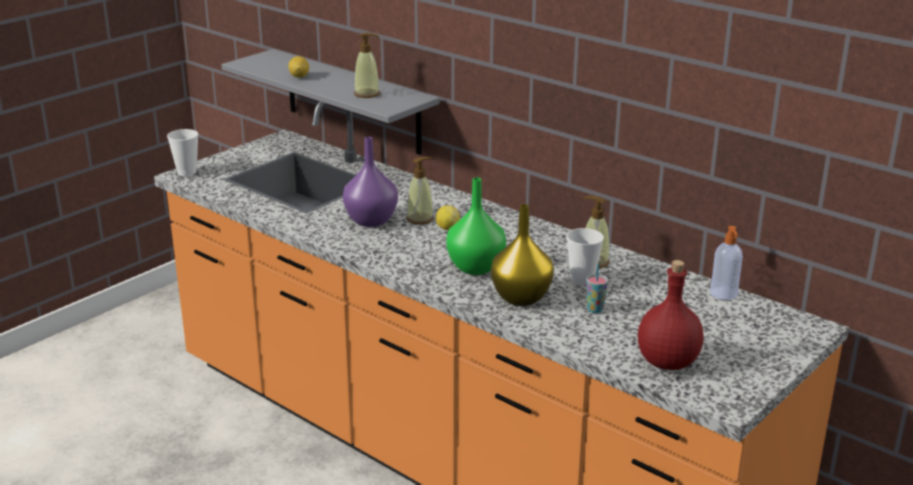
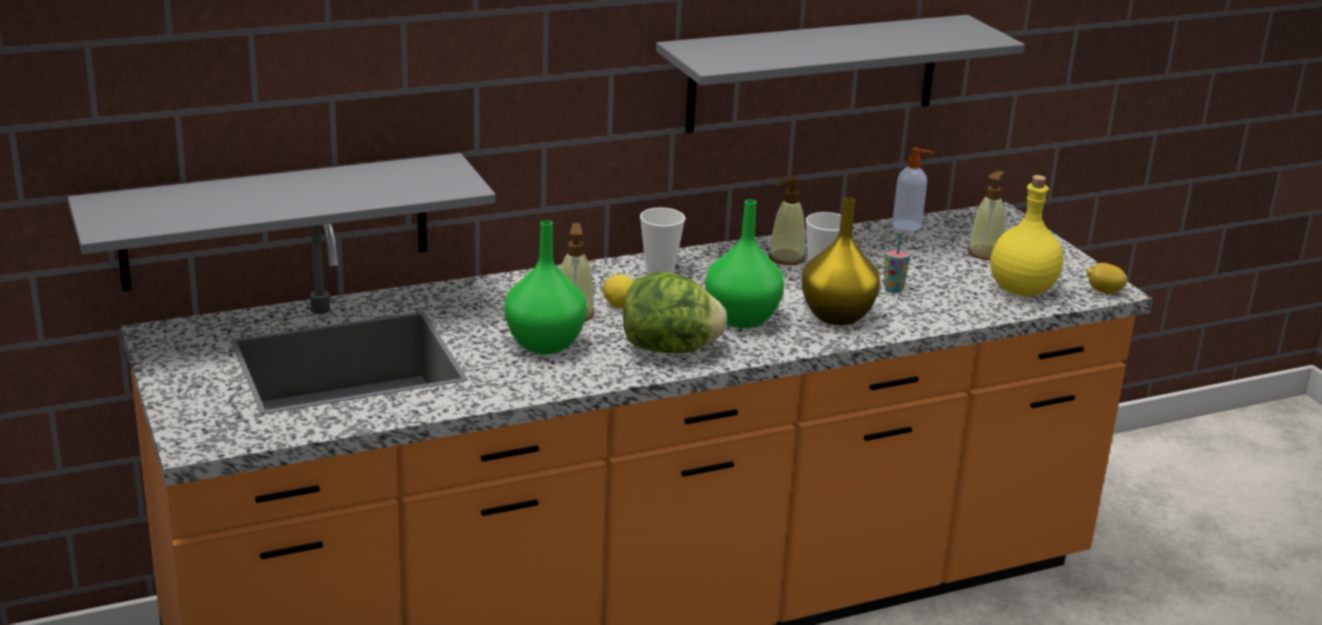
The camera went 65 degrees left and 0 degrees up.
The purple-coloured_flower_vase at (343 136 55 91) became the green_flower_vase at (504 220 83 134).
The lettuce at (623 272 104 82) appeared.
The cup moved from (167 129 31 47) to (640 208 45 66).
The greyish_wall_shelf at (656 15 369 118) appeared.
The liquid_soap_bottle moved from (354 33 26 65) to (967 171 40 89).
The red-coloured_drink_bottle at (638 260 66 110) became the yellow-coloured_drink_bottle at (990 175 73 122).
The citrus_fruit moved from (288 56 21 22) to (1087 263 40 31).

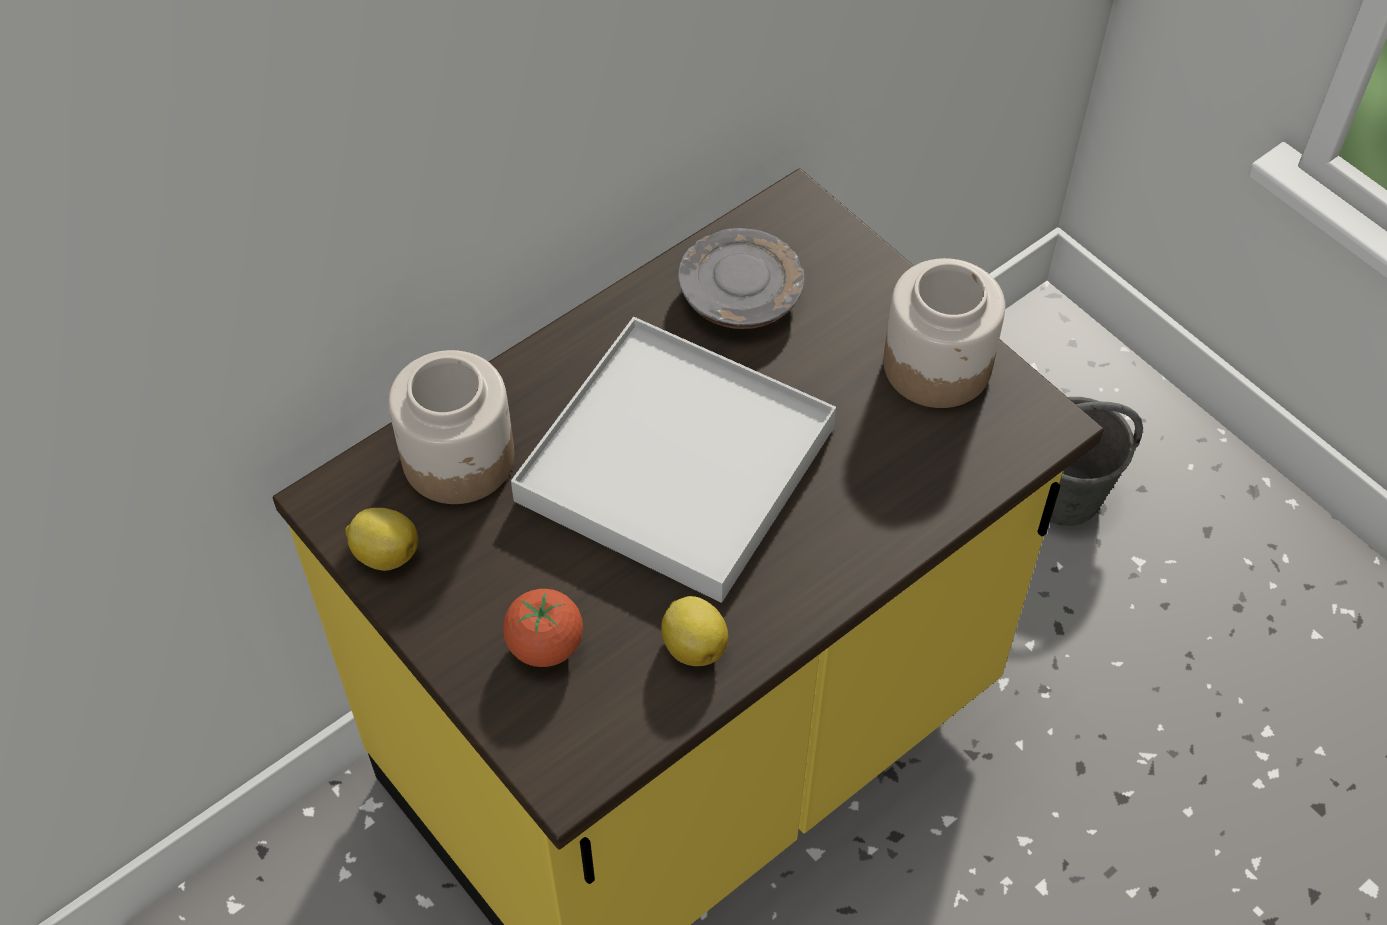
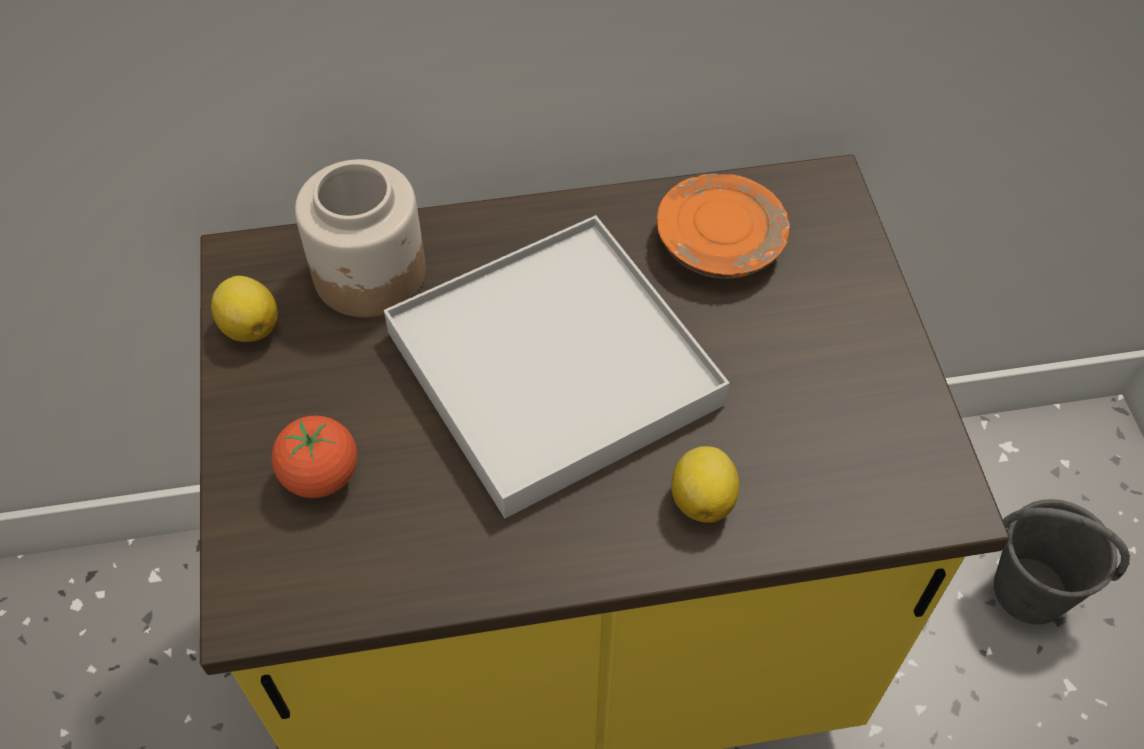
The camera went 30 degrees right and 0 degrees up.
The greyish_plate at (678 228 127 101) became the orangey_plate at (657 174 133 105).
The citrus_fruit moved from (661 596 67 70) to (671 446 68 77).
The jar at (883 258 122 150) disappeared.

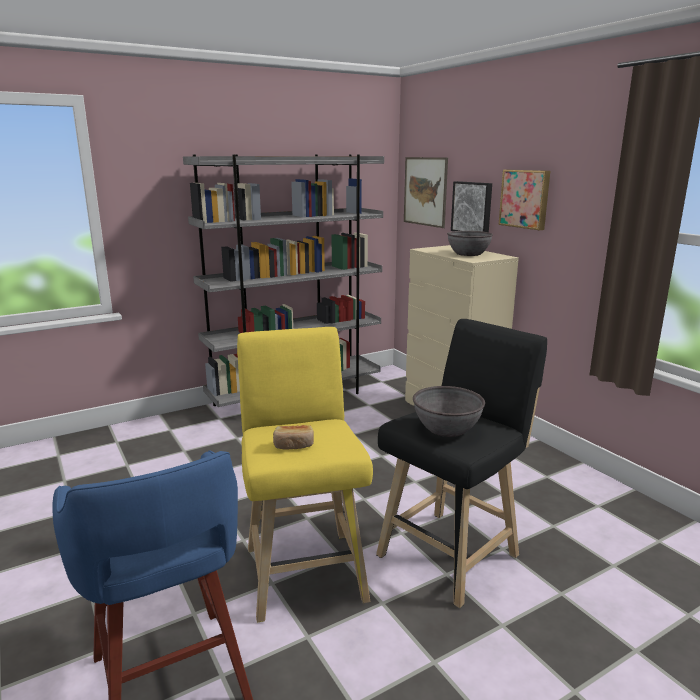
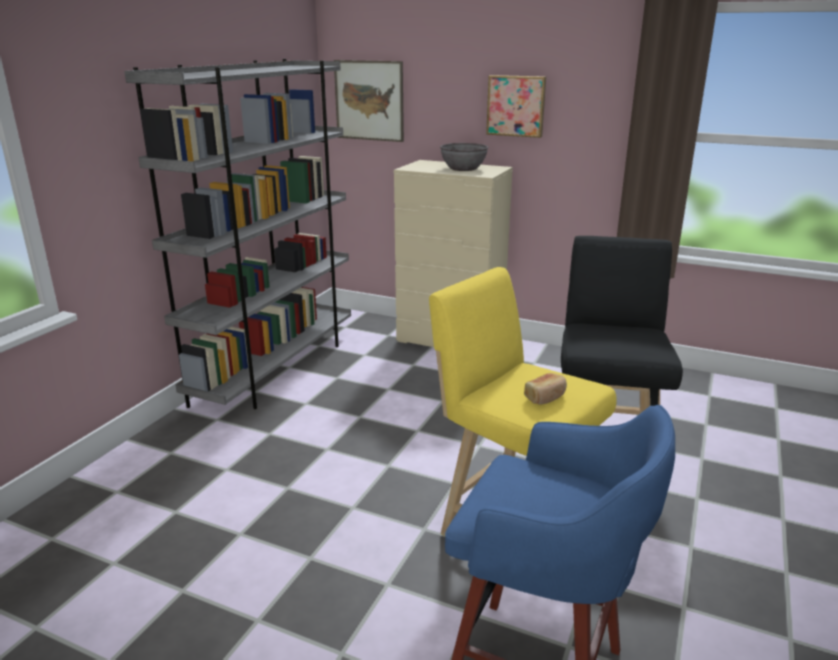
The camera went 35 degrees left and 5 degrees up.
The greyish_deep_dish at (413 386 72 51) disappeared.
The wall_art at (451 181 41 51) disappeared.

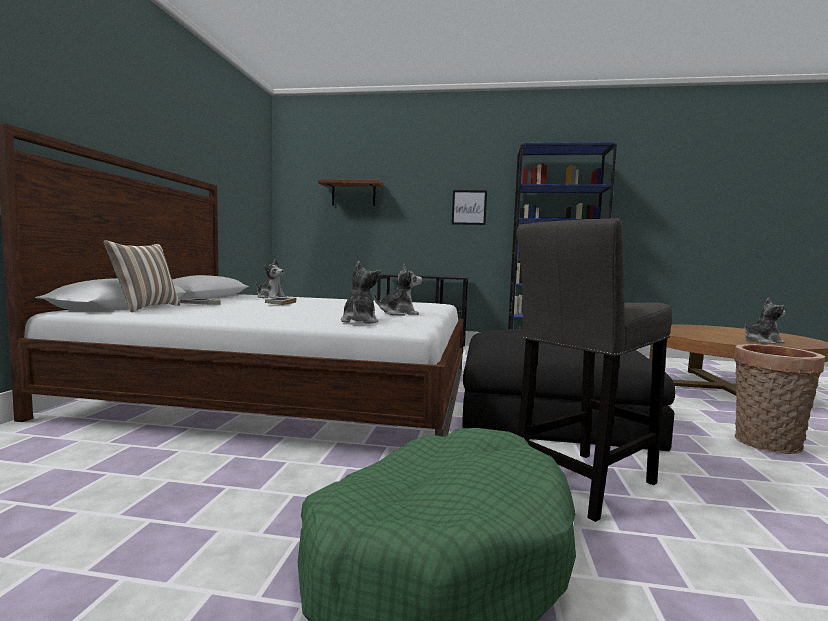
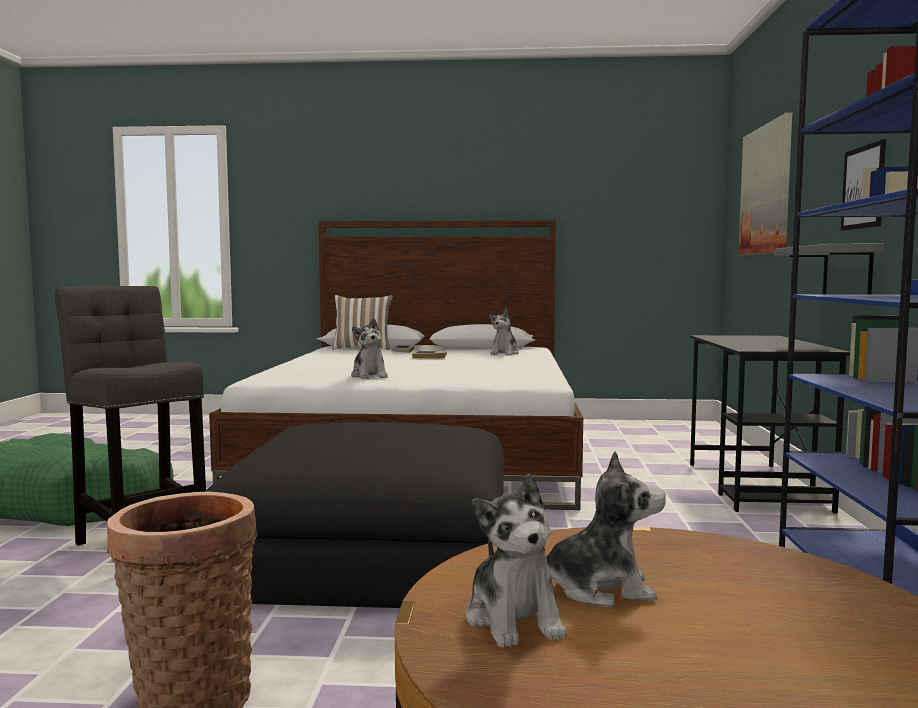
The camera went 85 degrees right and 0 degrees up.
The soft_toy moved from (341 261 40 63) to (546 451 120 156).
The brown_wall_shelf at (318 180 66 26) was replaced by the wall_art at (738 113 54 142).
The greyish_wall_shelf at (774 243 110 51) appeared.

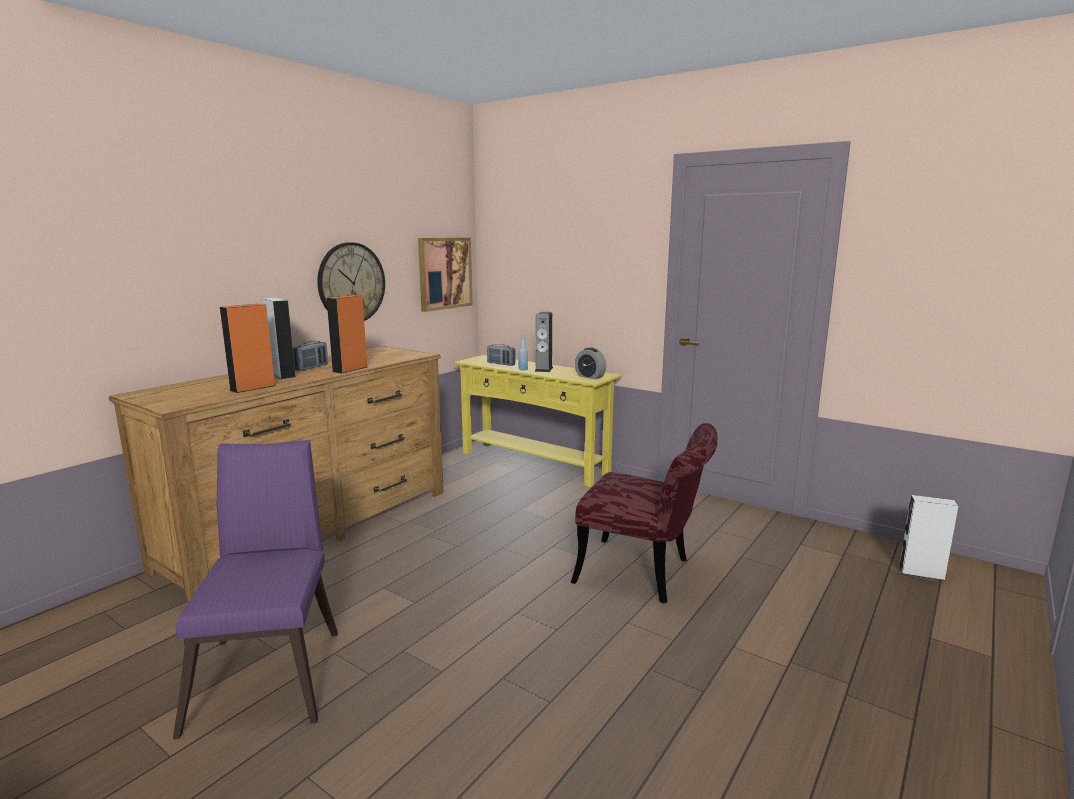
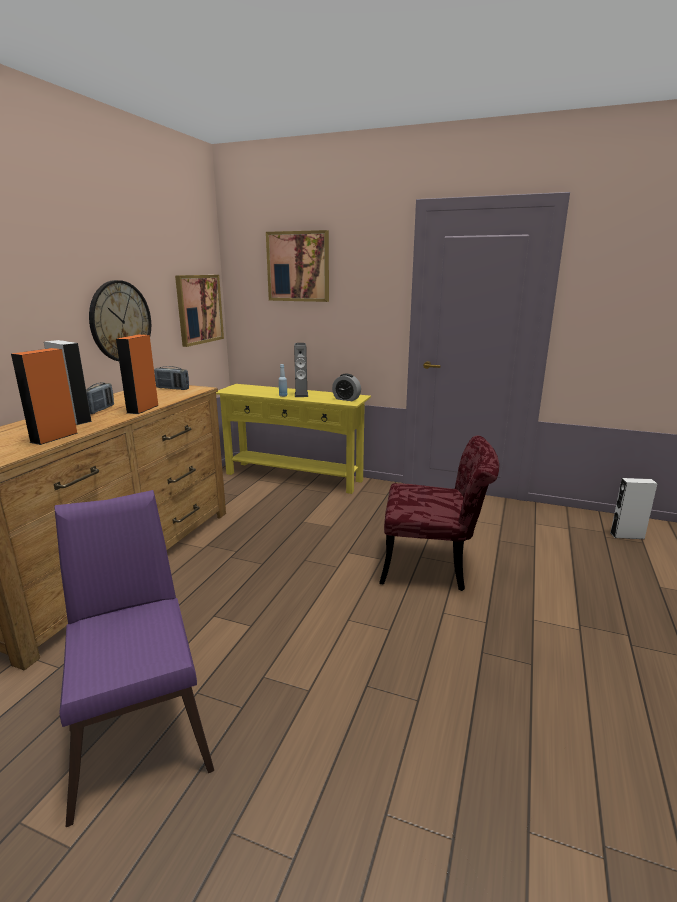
The camera went 15 degrees left and 5 degrees up.
The radio_set moved from (487 344 29 22) to (154 366 35 24).
The wall_art at (266 230 63 72) appeared.

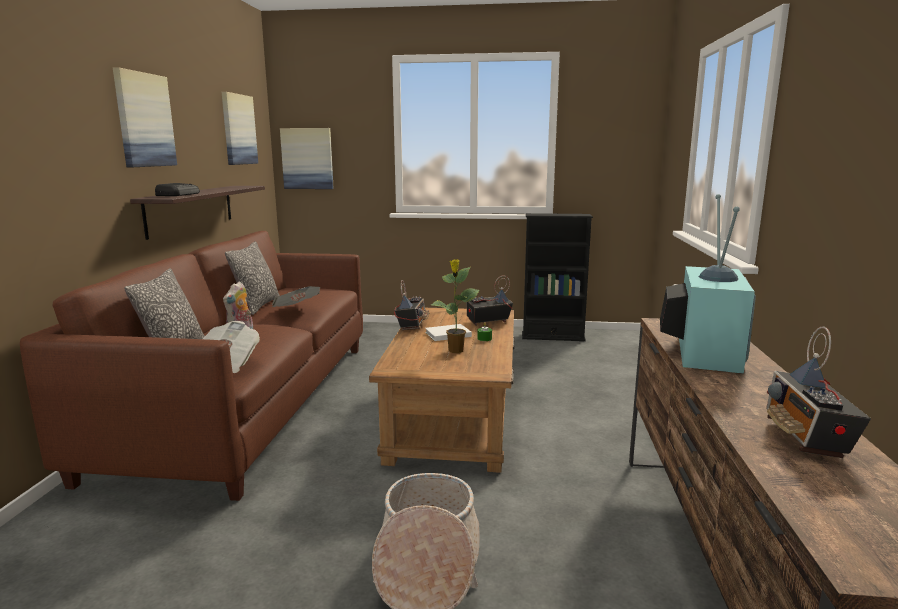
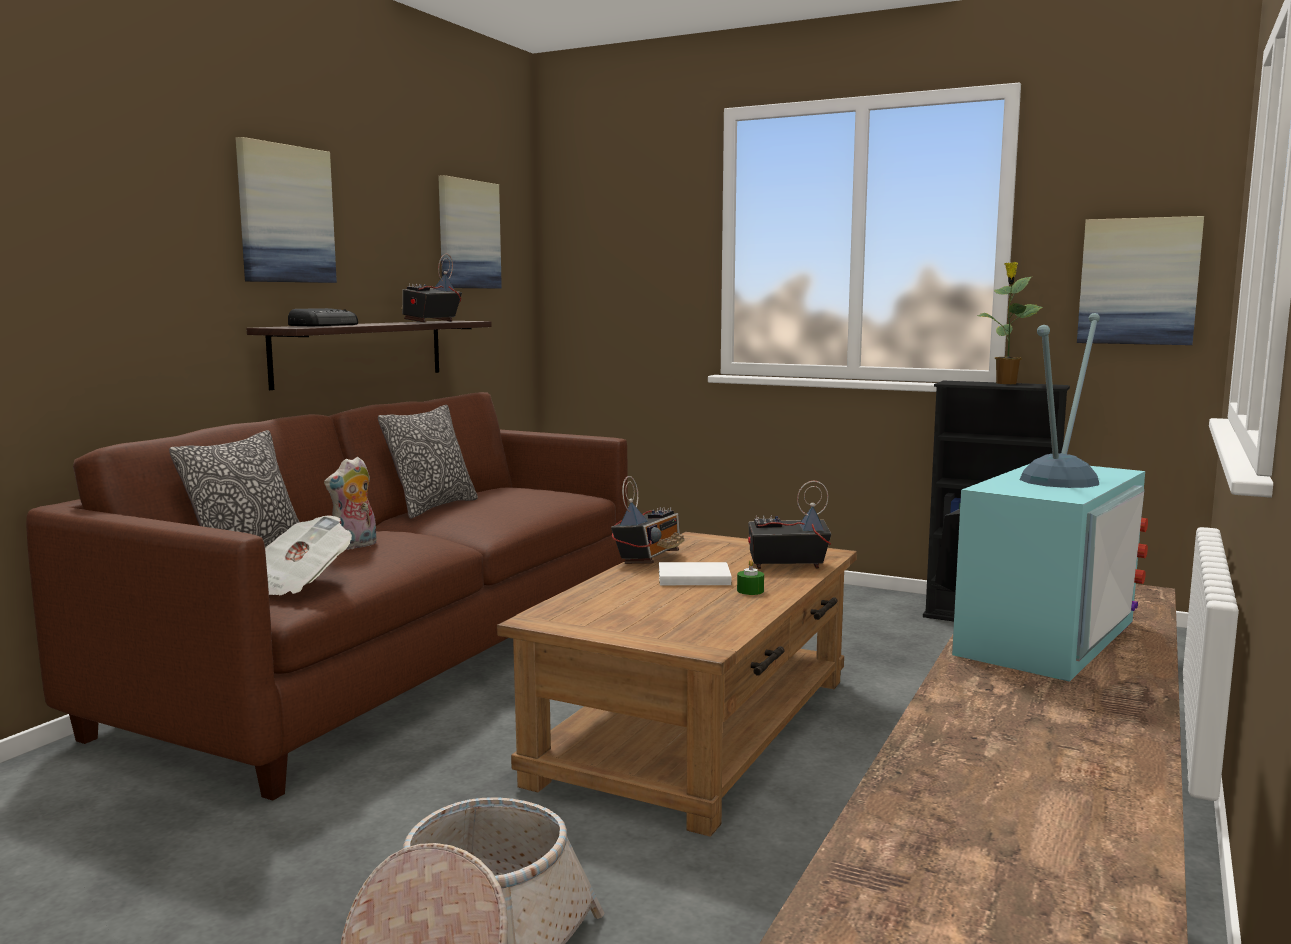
The camera went 20 degrees right and 5 degrees down.
The radio_set moved from (766 327 105 131) to (401 254 61 69).
The potted_plant moved from (431 259 48 94) to (977 262 66 122).
The wall_art moved from (280 128 54 61) to (1077 216 127 129).
The newspaper at (272 286 48 21) disappeared.

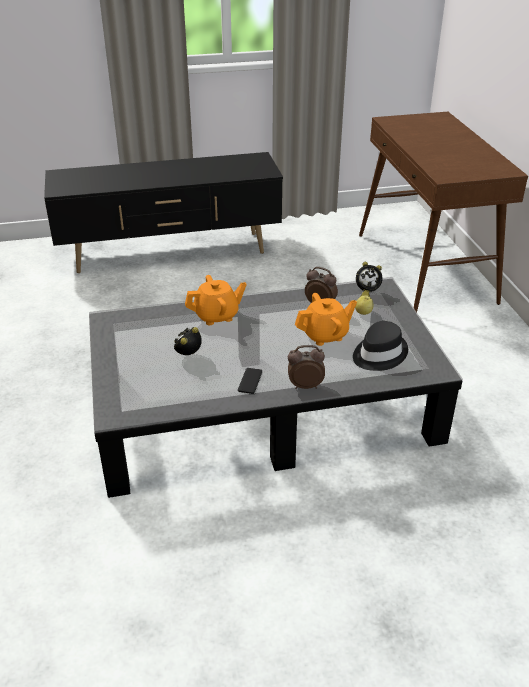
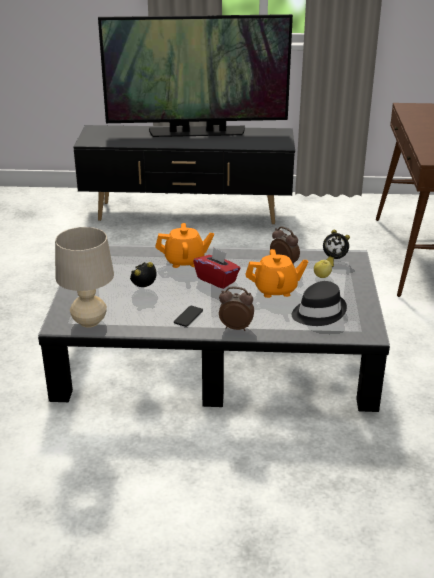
The camera went 15 degrees right and 5 degrees down.
The beige_table_lamp at (55 227 59 101) appeared.
The television at (98 14 195 123) appeared.
The red-coloured_tissue_box at (193 248 47 41) appeared.

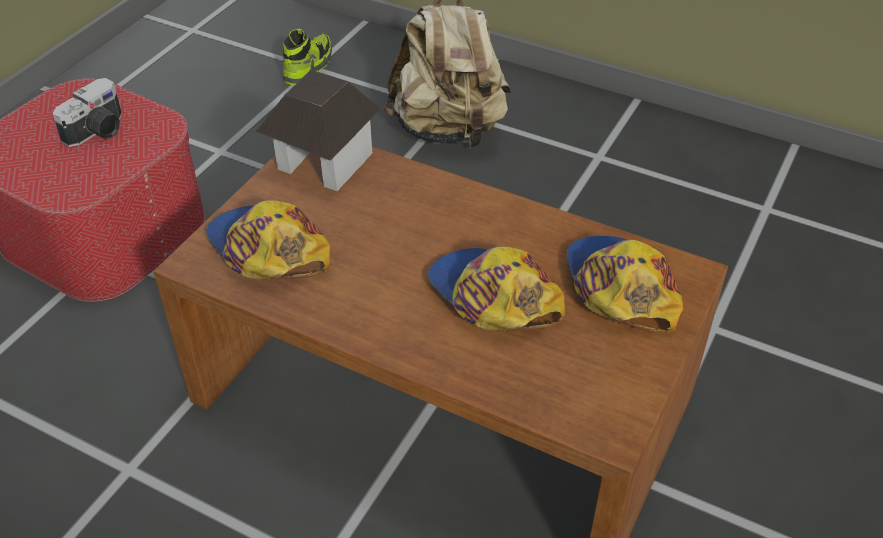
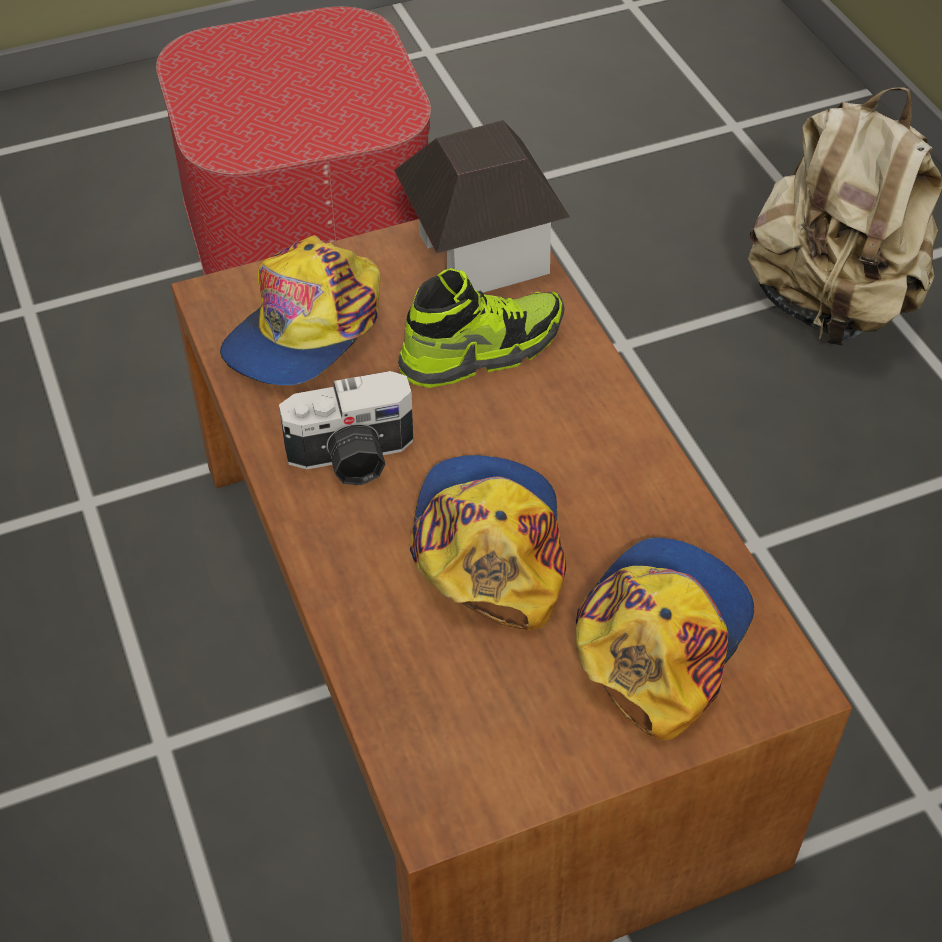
The camera went 40 degrees right and 5 degrees up.
The cap at (206 200 125 80) turned 150 degrees counterclockwise.
The still_camera moved from (52 78 70 69) to (279 371 134 114).
The item_of_footwear moved from (283 29 49 57) to (398 268 167 120).

